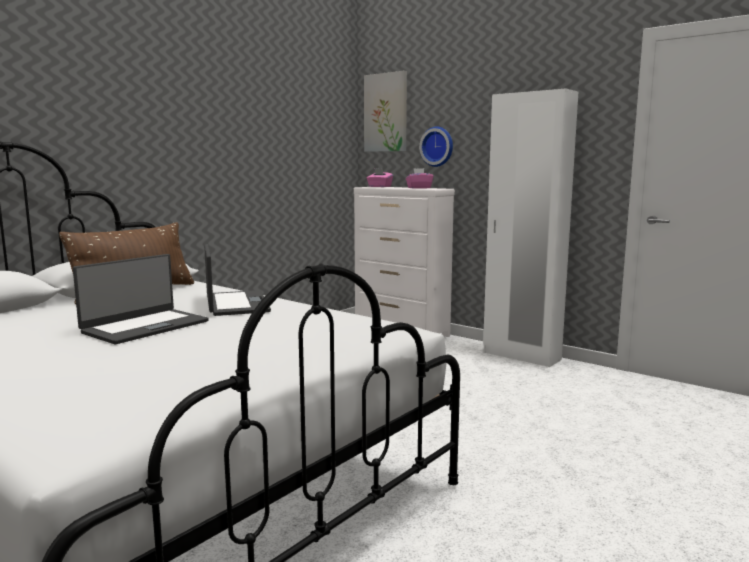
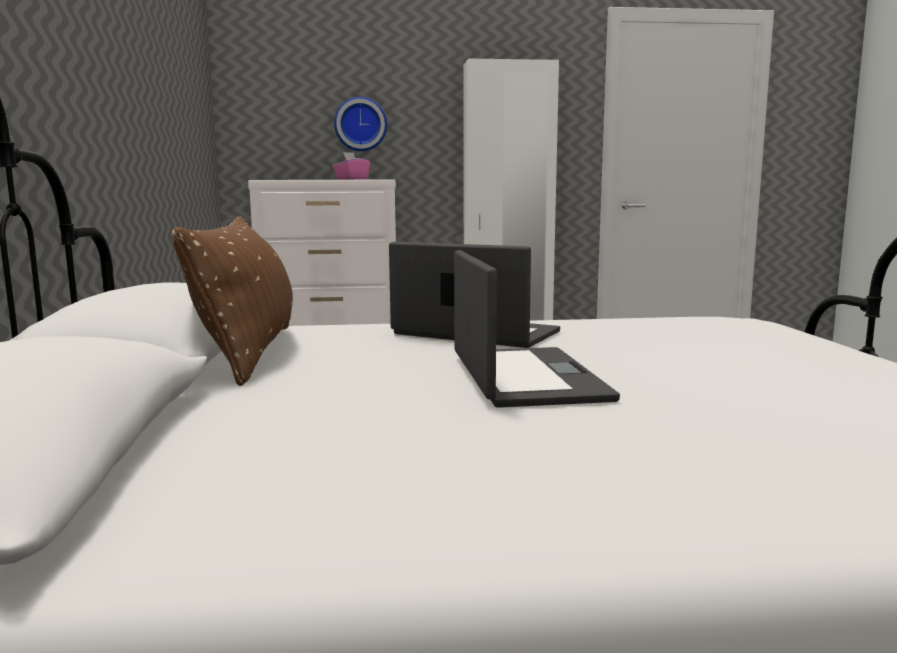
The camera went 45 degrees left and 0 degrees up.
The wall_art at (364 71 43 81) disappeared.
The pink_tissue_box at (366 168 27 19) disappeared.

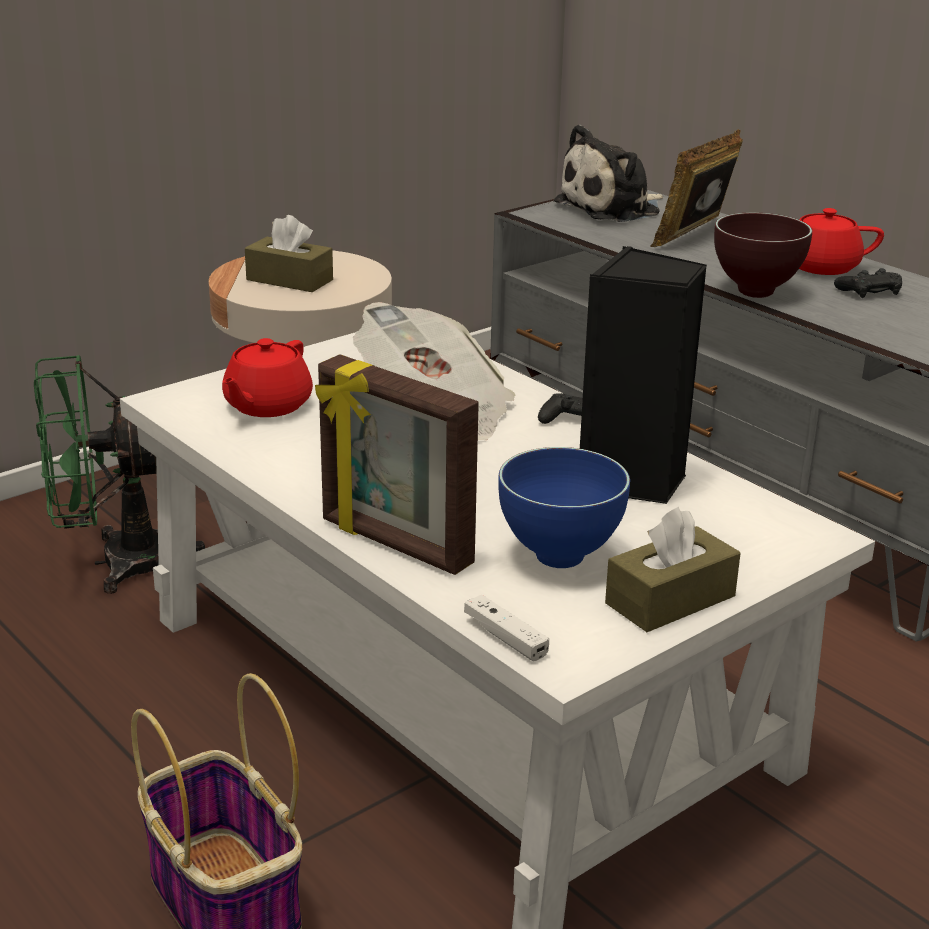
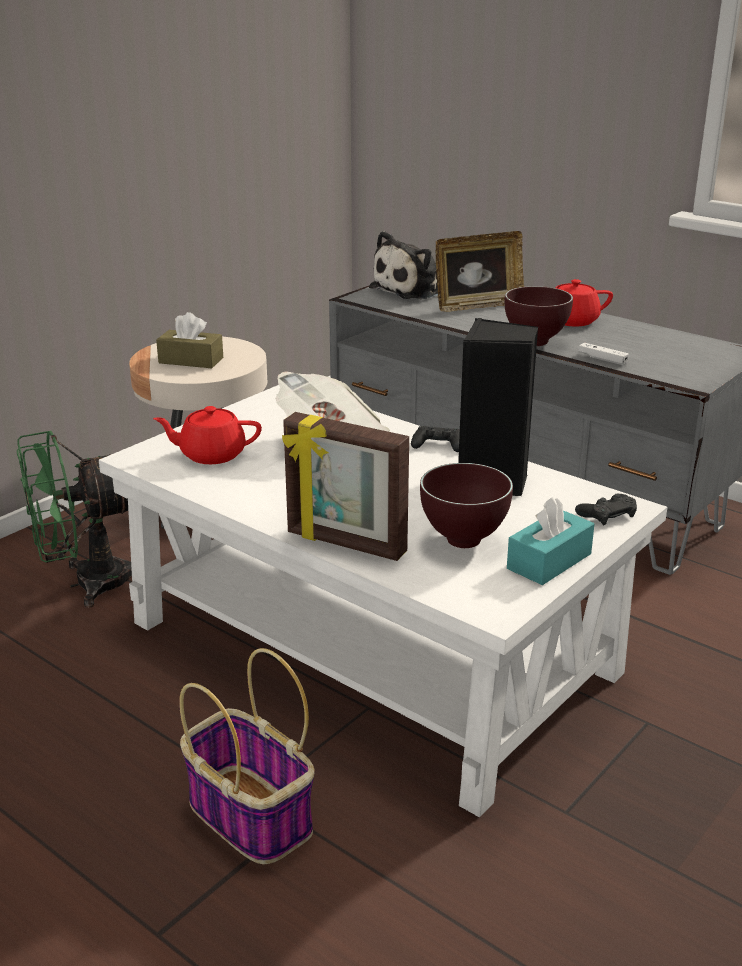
The camera went 10 degrees left and 0 degrees up.
The red-coloured_tea_pot at (222 338 91 79) turned 75 degrees clockwise.
The blue-coloured_deep_dish at (498 447 132 121) became the brown_deep_dish at (420 463 93 85).
The standing_frame at (650 129 93 118) turned 135 degrees counterclockwise.
The brown_tissue_box at (605 507 136 125) became the turquoise_tissue_box at (507 496 87 89).
The black-coloured_joypad moved from (834 268 68 30) to (575 493 62 33).
The whitish_joypad moved from (464 595 85 66) to (578 343 51 22).

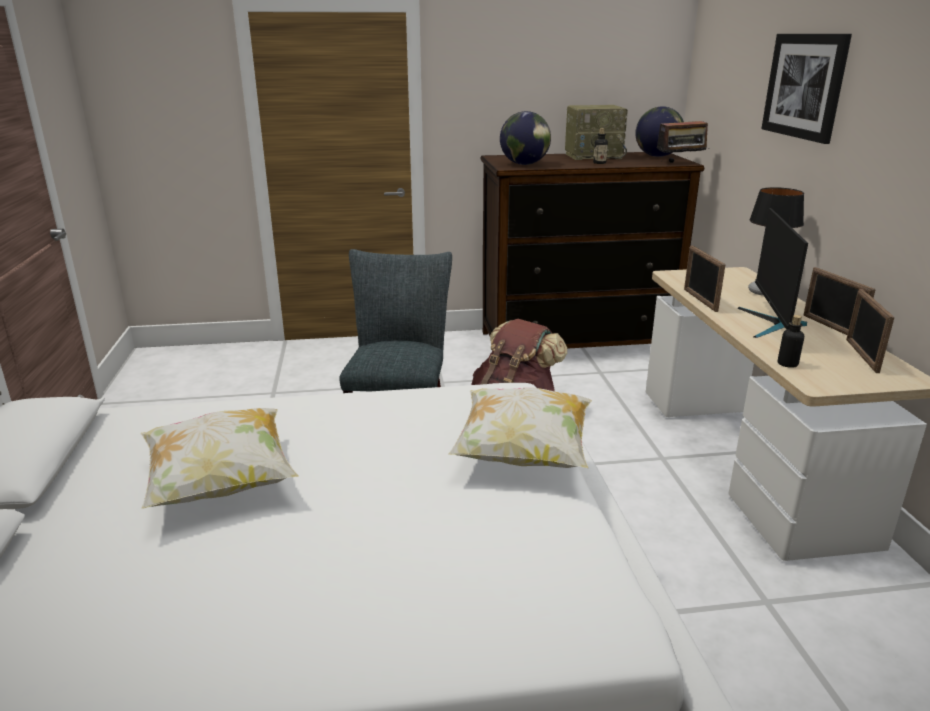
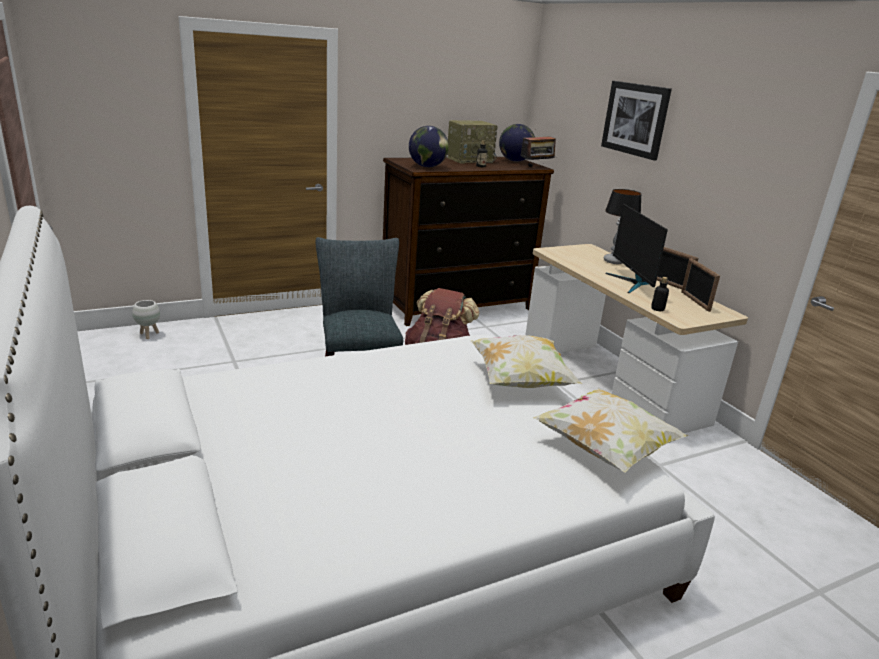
The camera went 20 degrees left and 0 degrees up.
The whitish_planter at (132 300 28 39) appeared.
The throw_pillow moved from (141 408 158 101) to (533 389 155 83).
The standing_frame at (684 246 42 66) disappeared.

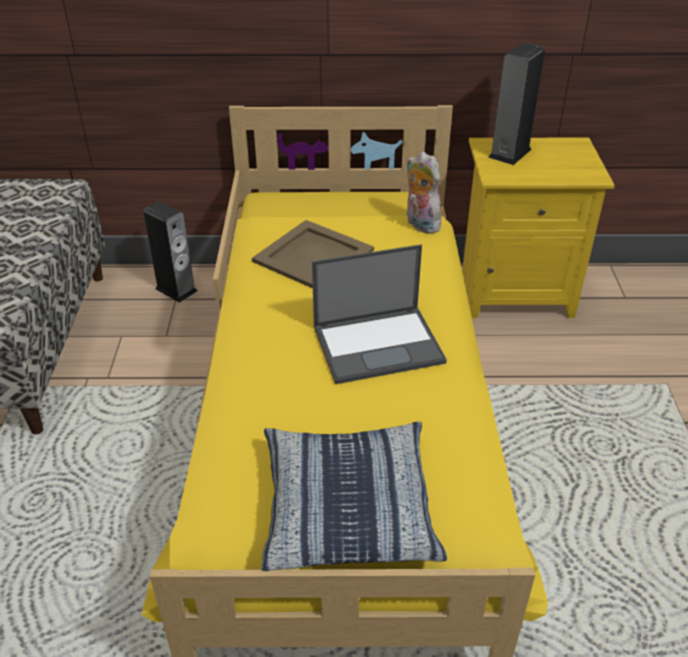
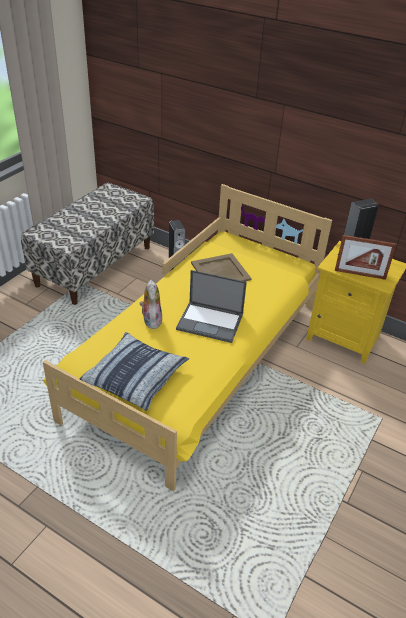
The camera went 30 degrees right and 0 degrees up.
The soft_toy moved from (406 151 36 83) to (140 280 23 49).
The standing_frame at (335 235 62 45) appeared.

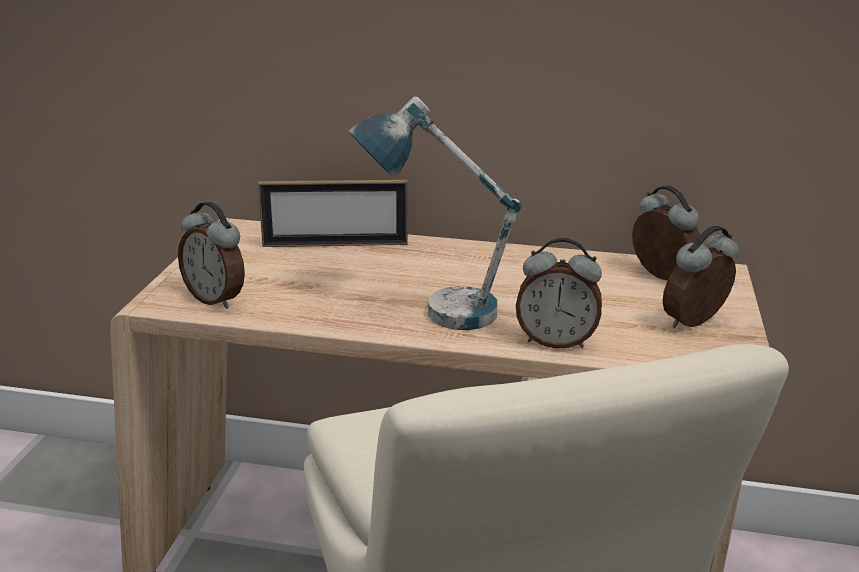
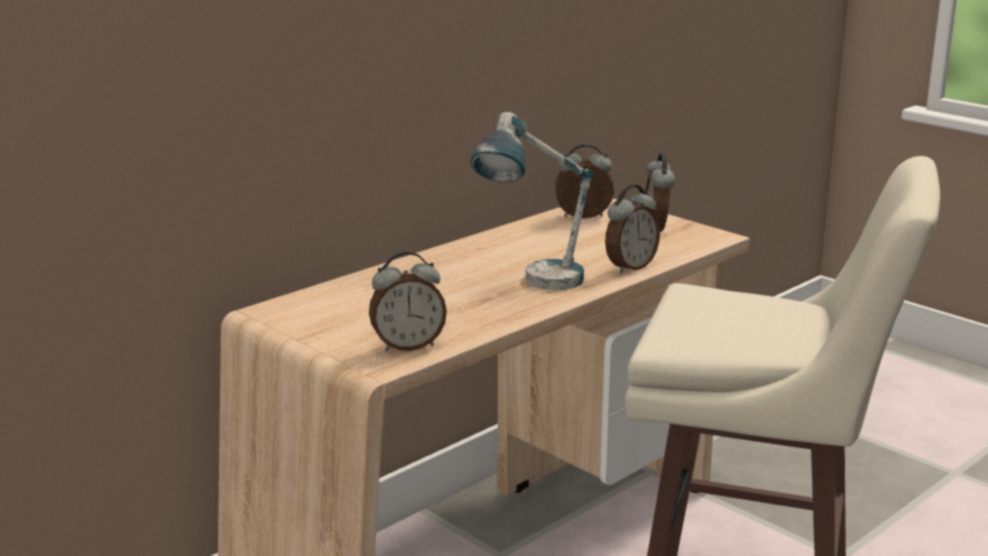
The camera went 55 degrees left and 5 degrees down.
The standing_frame at (258 180 150 67) disappeared.

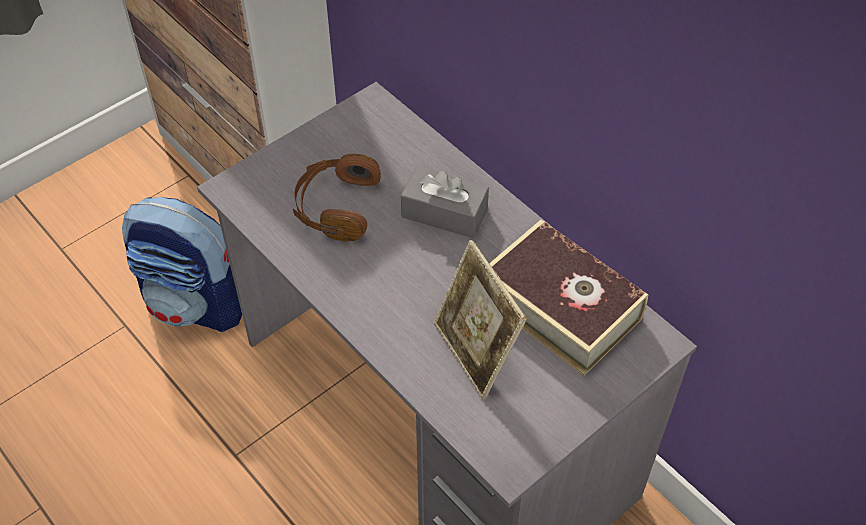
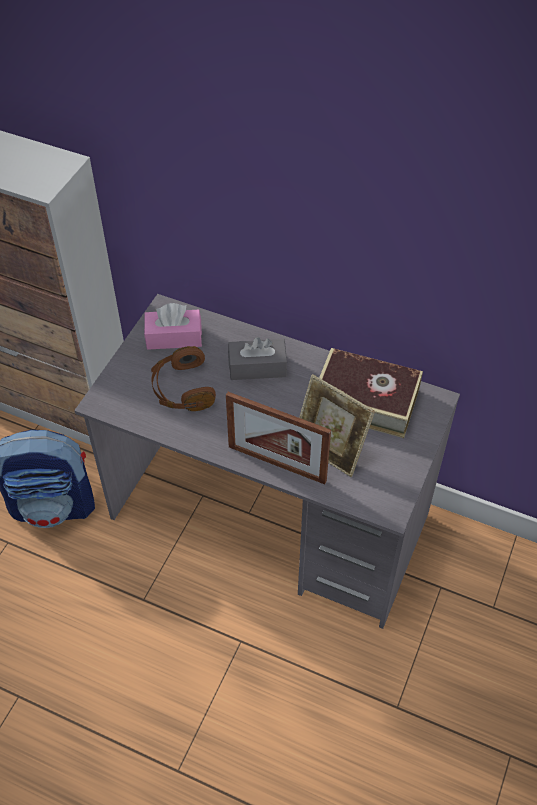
The camera went 25 degrees left and 0 degrees up.
The pink_tissue_box at (144 303 58 47) appeared.
The standing_frame at (226 392 105 92) appeared.

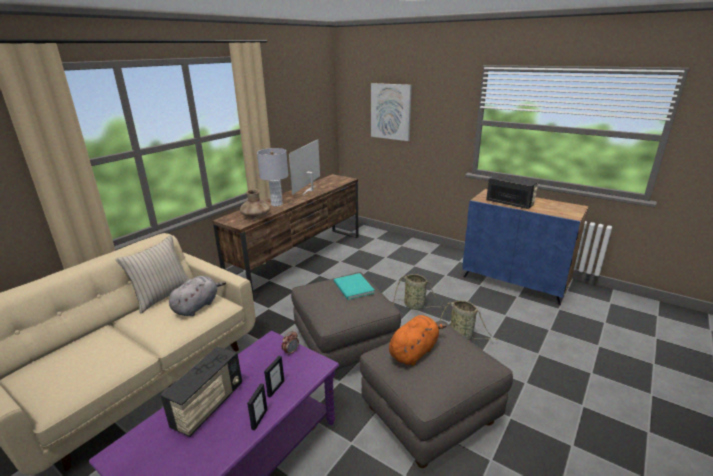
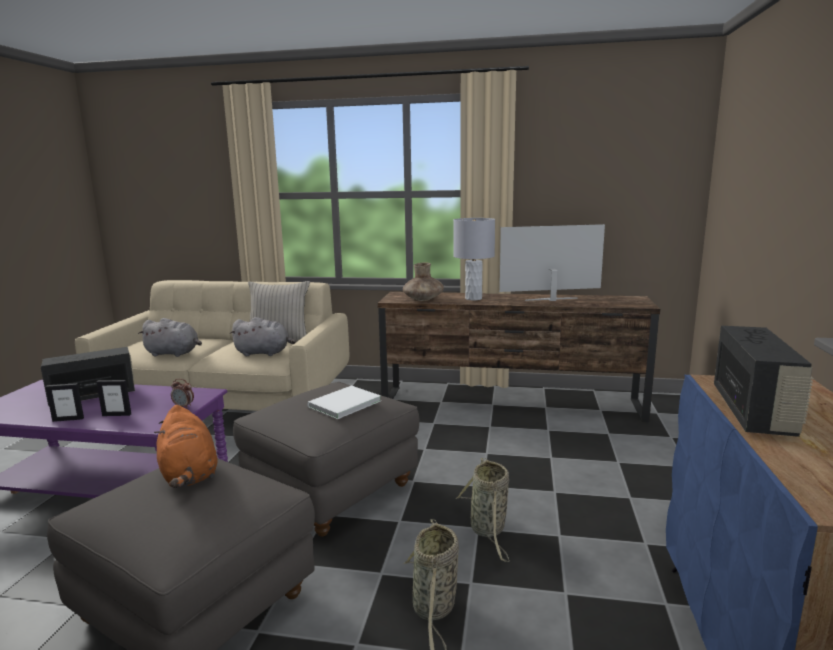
The camera went 65 degrees right and 10 degrees down.
The radio_set at (160 346 82 91) turned 150 degrees clockwise.
The greyish_soft_toy at (138 318 64 39) appeared.
The orangey_soft_toy at (389 315 57 51) turned 45 degrees clockwise.
The turquoise_book at (334 273 40 27) became the whitish_book at (307 385 74 34).
The wall_art at (371 83 41 58) disappeared.

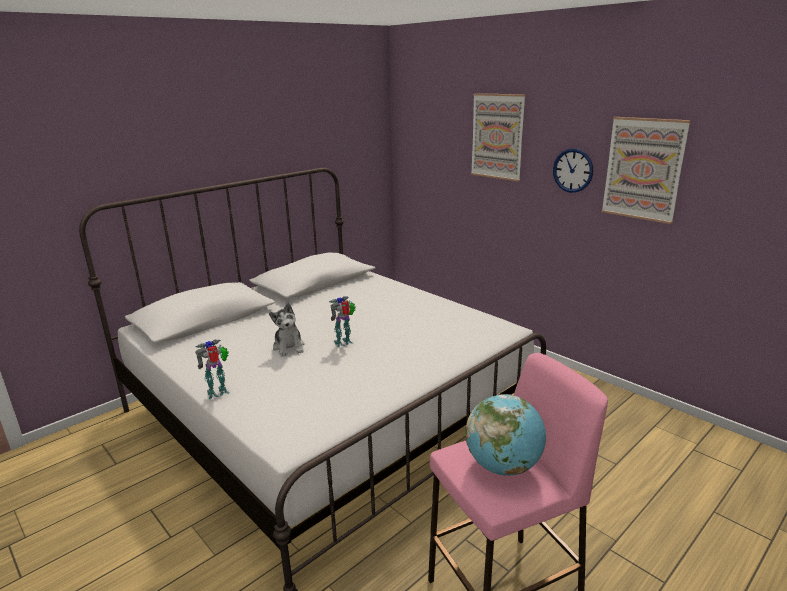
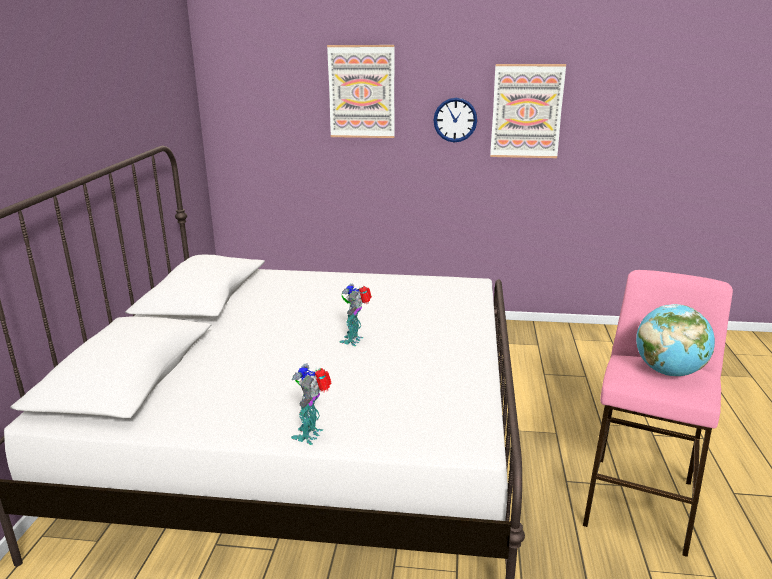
The camera went 40 degrees left and 0 degrees up.
The soft_toy at (269 303 35 54) disappeared.

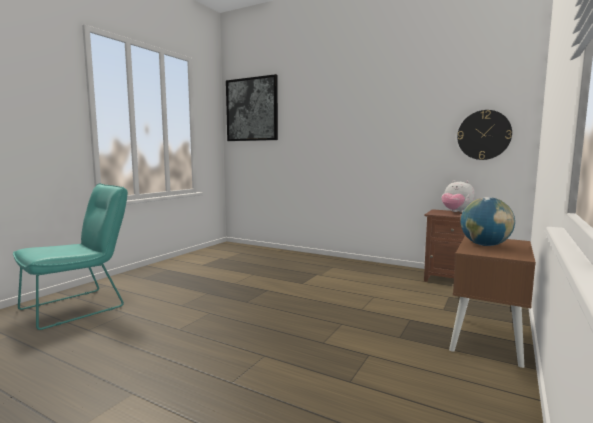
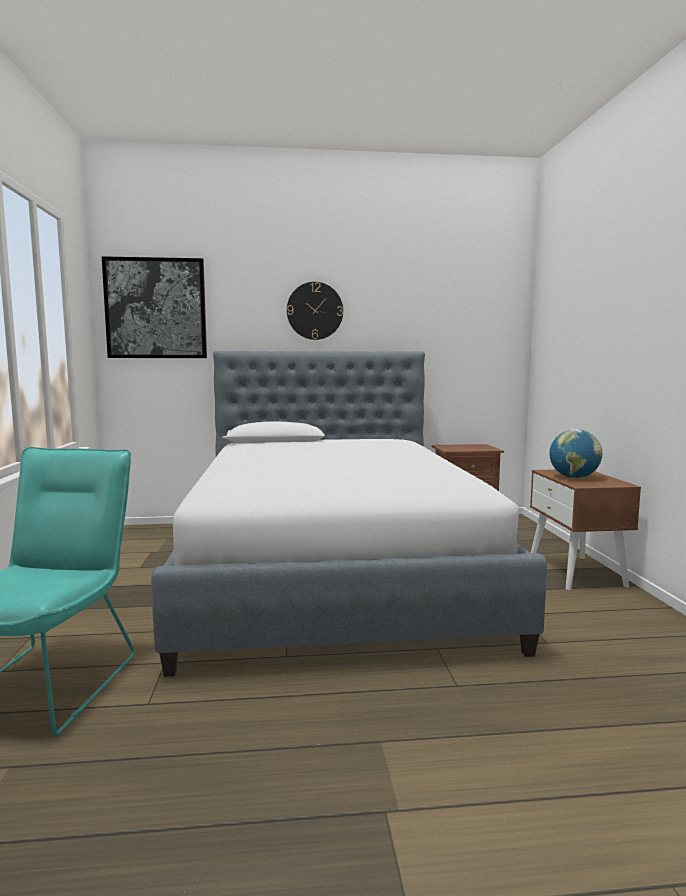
The camera went 35 degrees left and 0 degrees up.
The bed at (151 351 396 326) appeared.
The clock_on_the_wall moved from (457 110 55 50) to (287 282 56 58).
The soft_toy at (441 180 35 33) disappeared.

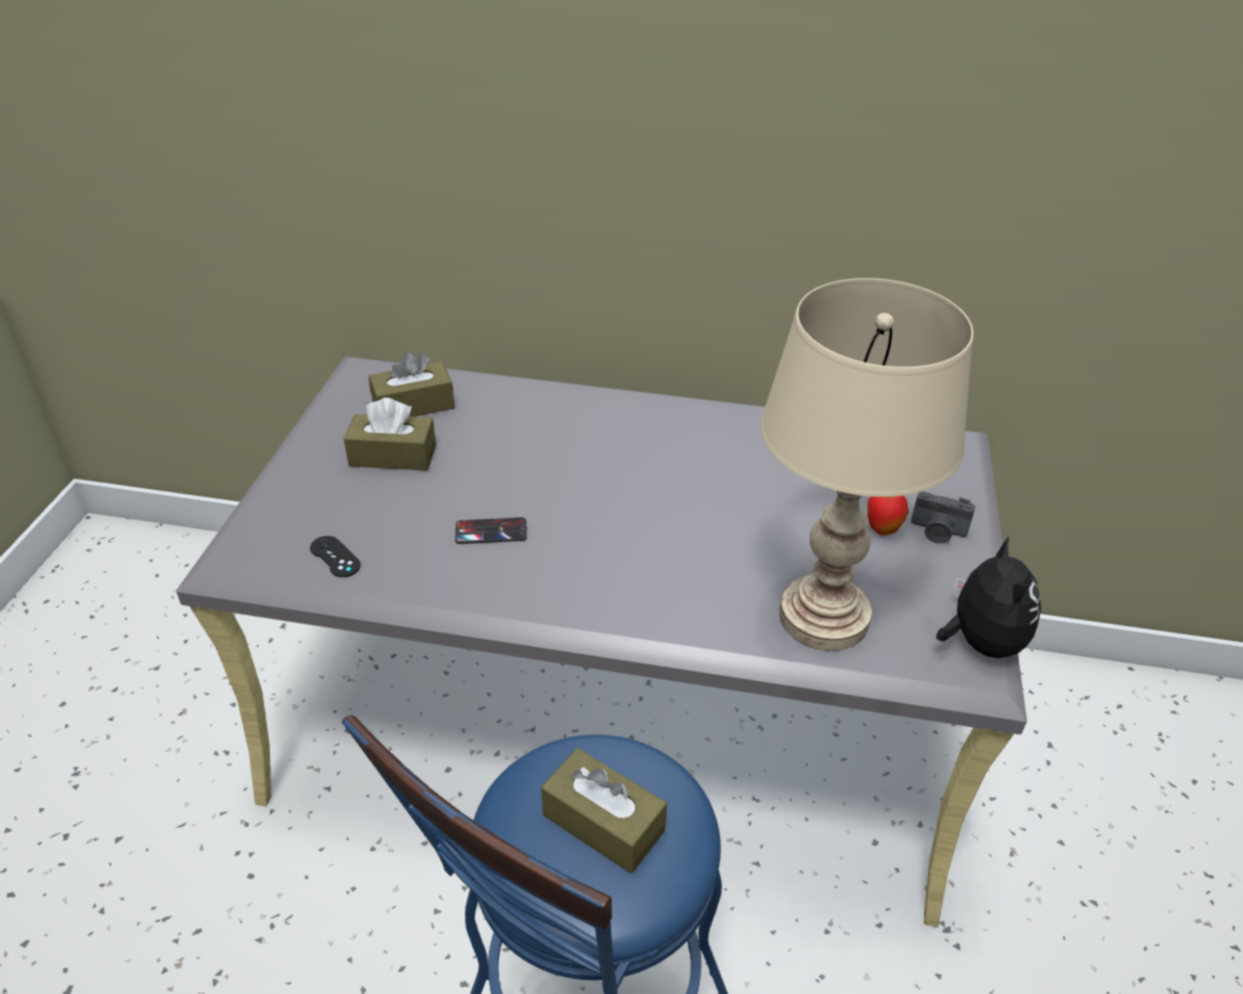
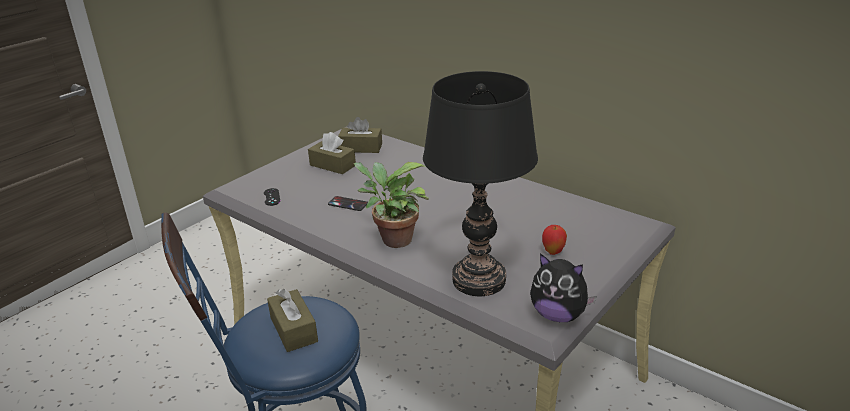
The camera went 30 degrees right and 10 degrees down.
The potted_plant at (353 162 76 86) appeared.
The beige_table_lamp at (760 278 214 373) became the black-coloured_table_lamp at (423 71 115 225).
The soft_toy at (936 537 105 121) turned 90 degrees clockwise.
The still_camera at (911 491 65 52) disappeared.

